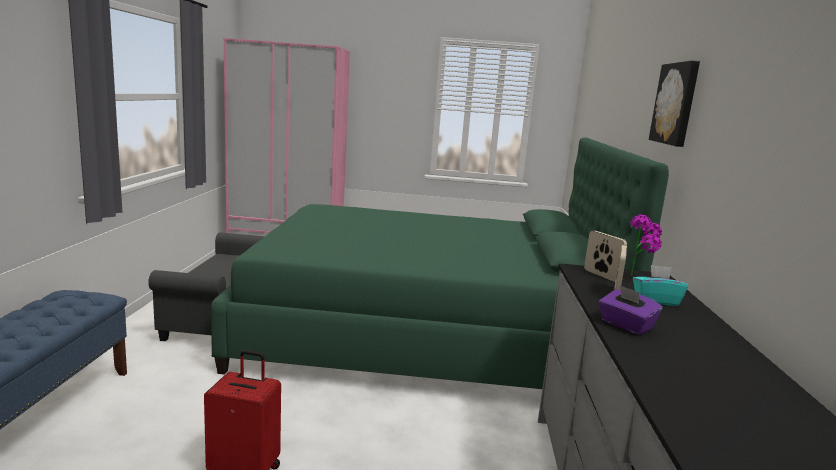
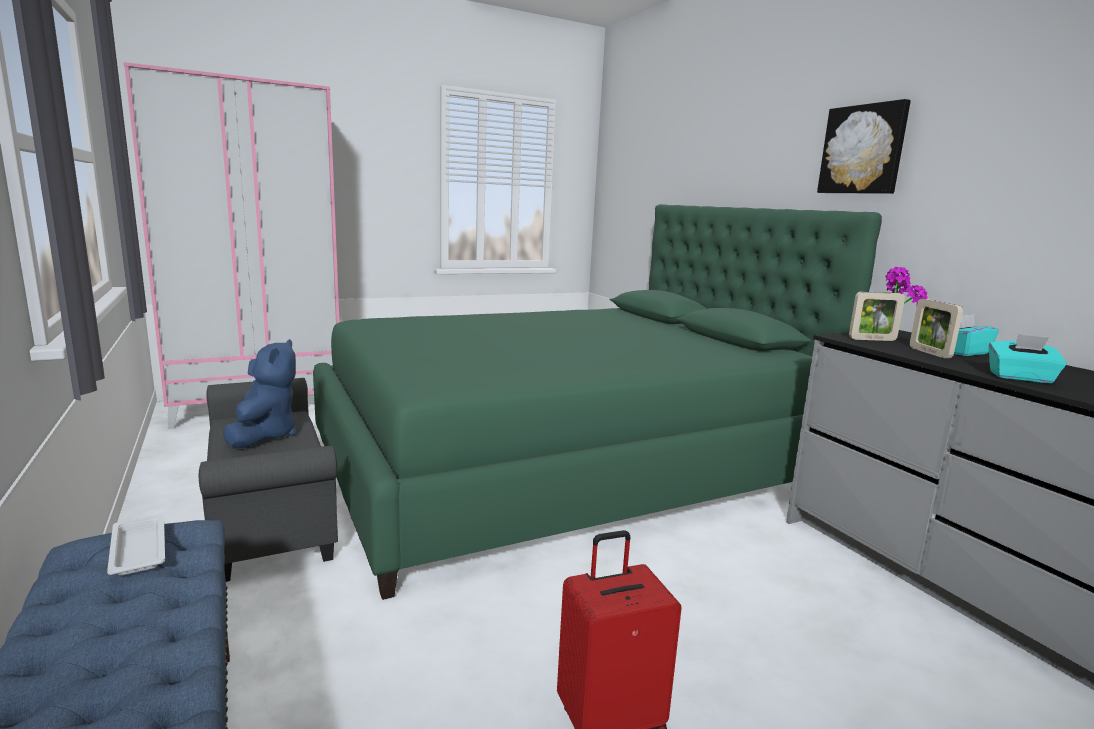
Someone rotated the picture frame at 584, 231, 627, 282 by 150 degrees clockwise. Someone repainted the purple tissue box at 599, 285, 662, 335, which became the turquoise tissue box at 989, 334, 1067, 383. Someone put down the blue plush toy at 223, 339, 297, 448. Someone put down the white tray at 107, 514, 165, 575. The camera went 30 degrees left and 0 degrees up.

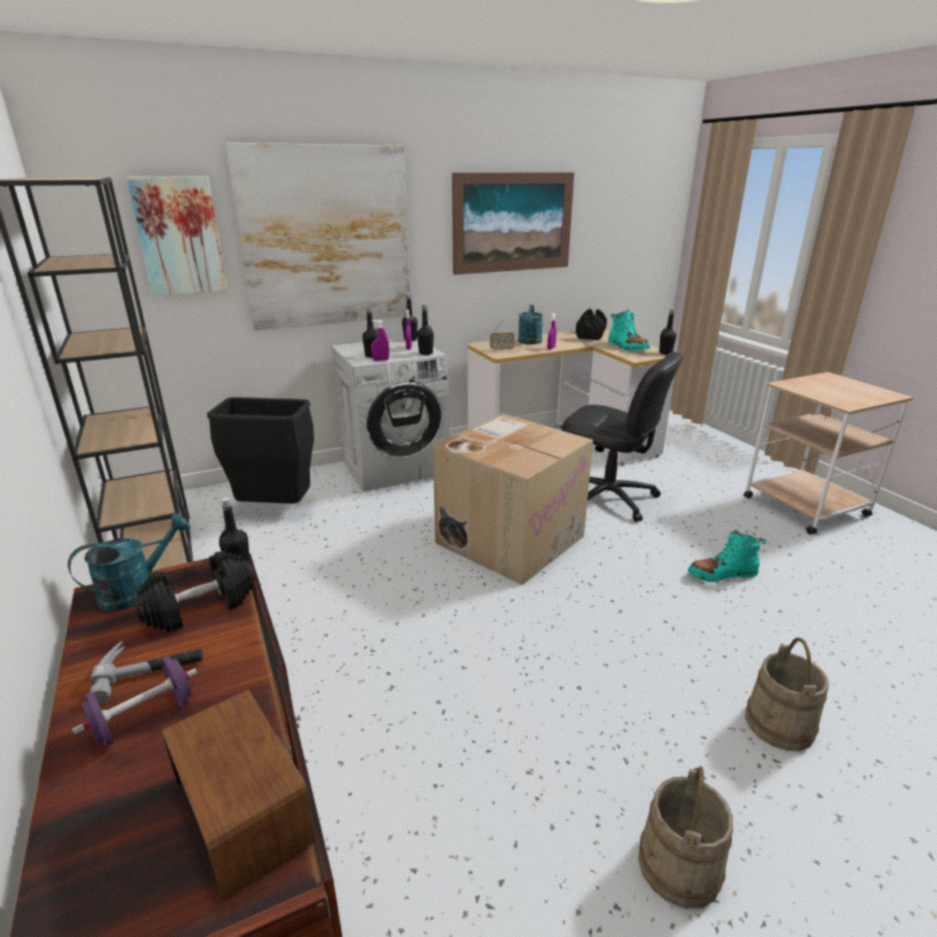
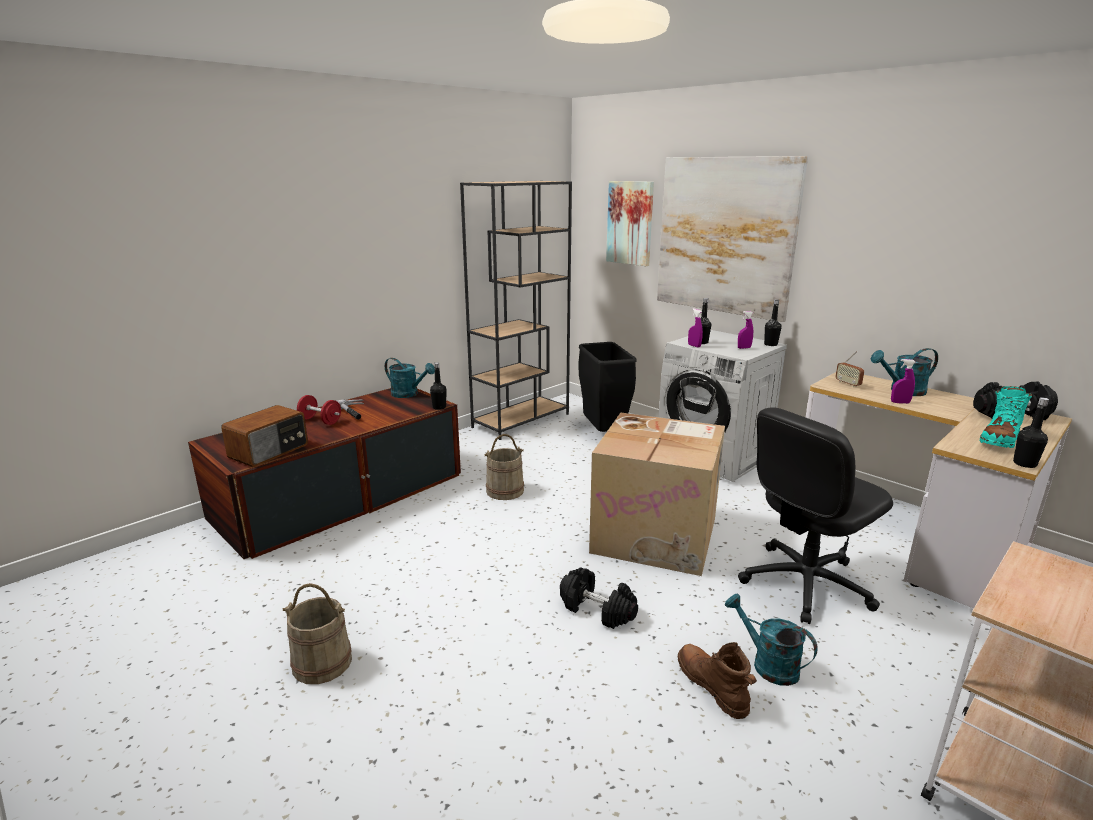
Someone took away the picture at 452, 172, 574, 275. Someone took away the black bottle at 417, 304, 434, 355. Someone rotated the black office chair at 562, 352, 683, 522 by 45 degrees clockwise. Someone repainted the turquoise boot at 688, 530, 767, 582, which became the brown boot at 678, 642, 757, 719. Someone carried the black dumbbell from 133, 550, 255, 632 to 560, 567, 638, 629. Someone carried the beige bucket from 745, 637, 829, 751 to 484, 434, 524, 500. Someone repainted the purple dumbbell at 72, 656, 197, 747, which became the red dumbbell at 297, 395, 341, 425. Someone put down the turquoise watering can at 725, 594, 818, 686. The camera went 70 degrees right and 5 degrees down.

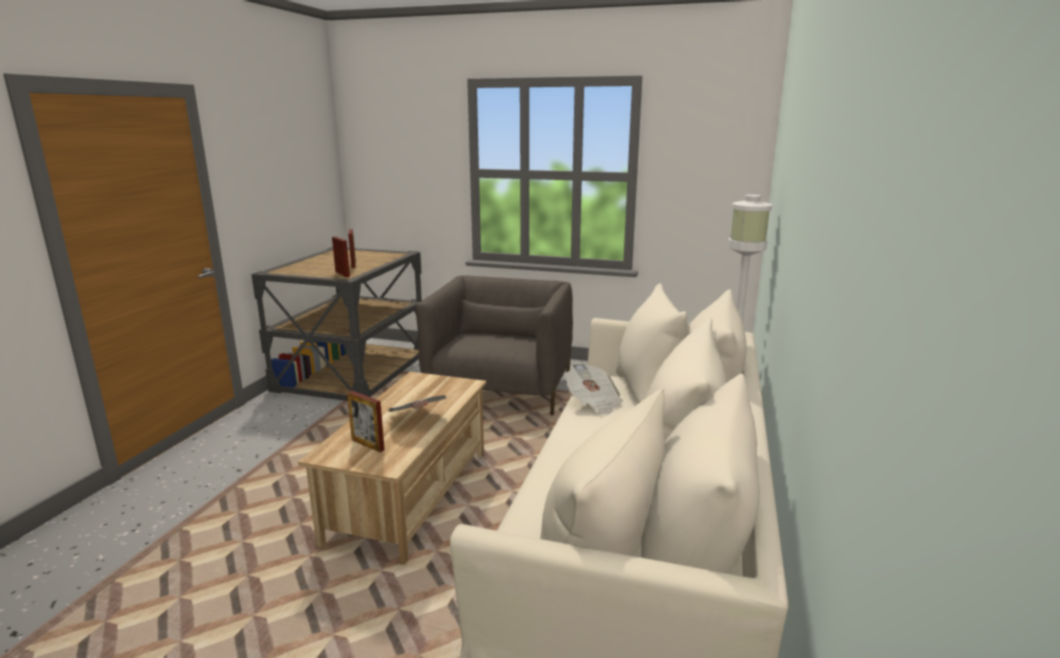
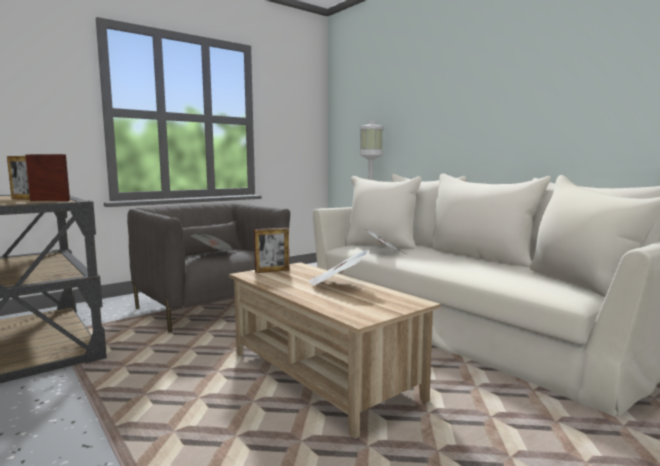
Someone carried the picture frame from 347, 391, 385, 452 to 254, 228, 289, 273. Someone put down the newspaper at 190, 233, 235, 251. The camera went 55 degrees left and 10 degrees down.

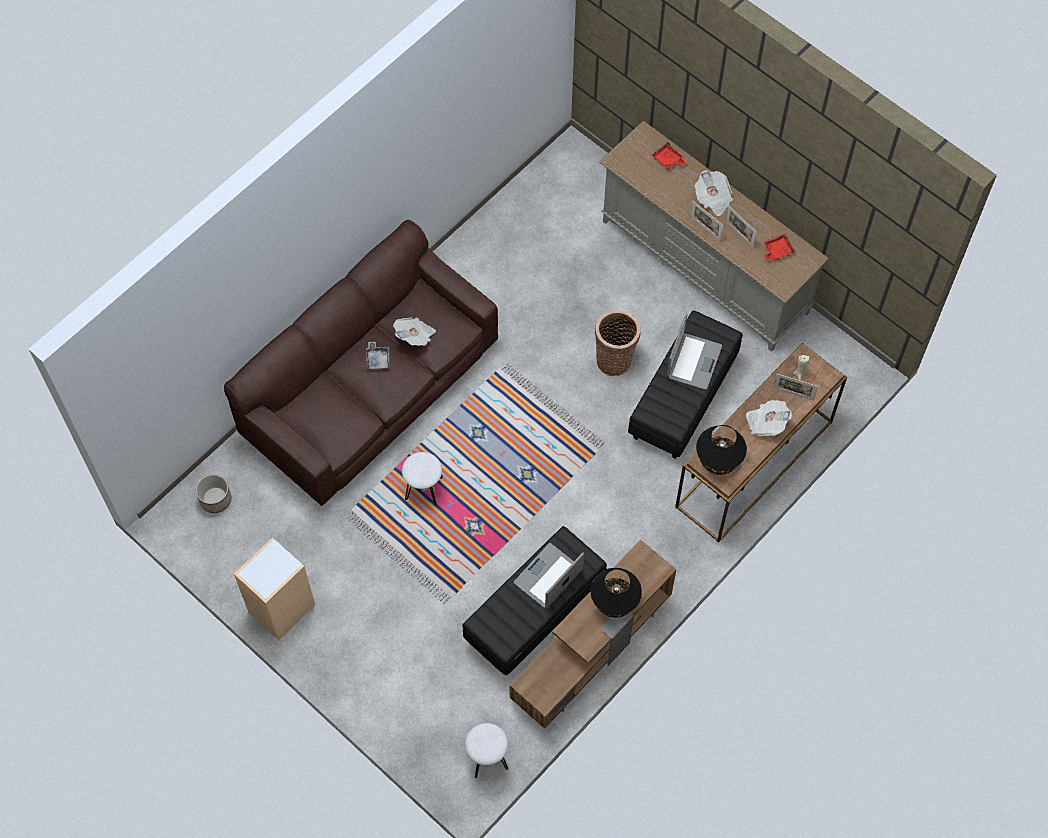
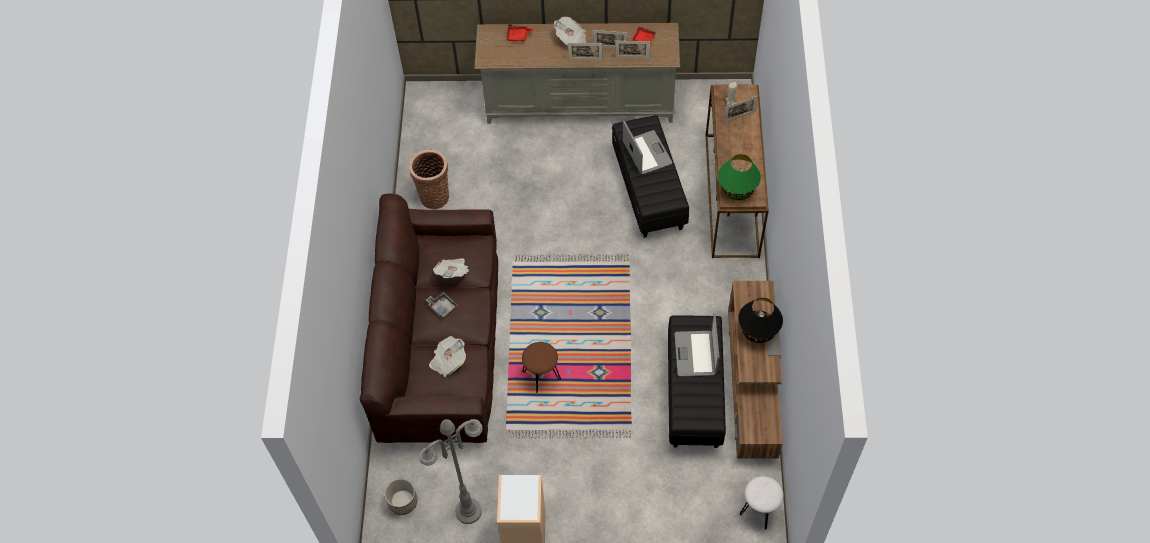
Someone carried the basket from 595, 310, 640, 376 to 409, 150, 449, 209. Someone carried the newspaper from 746, 400, 792, 436 to 429, 336, 466, 377. Someone repainted the black table lamp at 696, 425, 747, 475, which became the green table lamp at 718, 154, 761, 200. Someone repainted the white stool at 402, 452, 443, 505, which became the brown stool at 522, 342, 561, 393. Someone put down the picture frame at 615, 41, 650, 58. Someone put down the grey floor lamp at 419, 419, 483, 524. The camera went 40 degrees left and 5 degrees down.

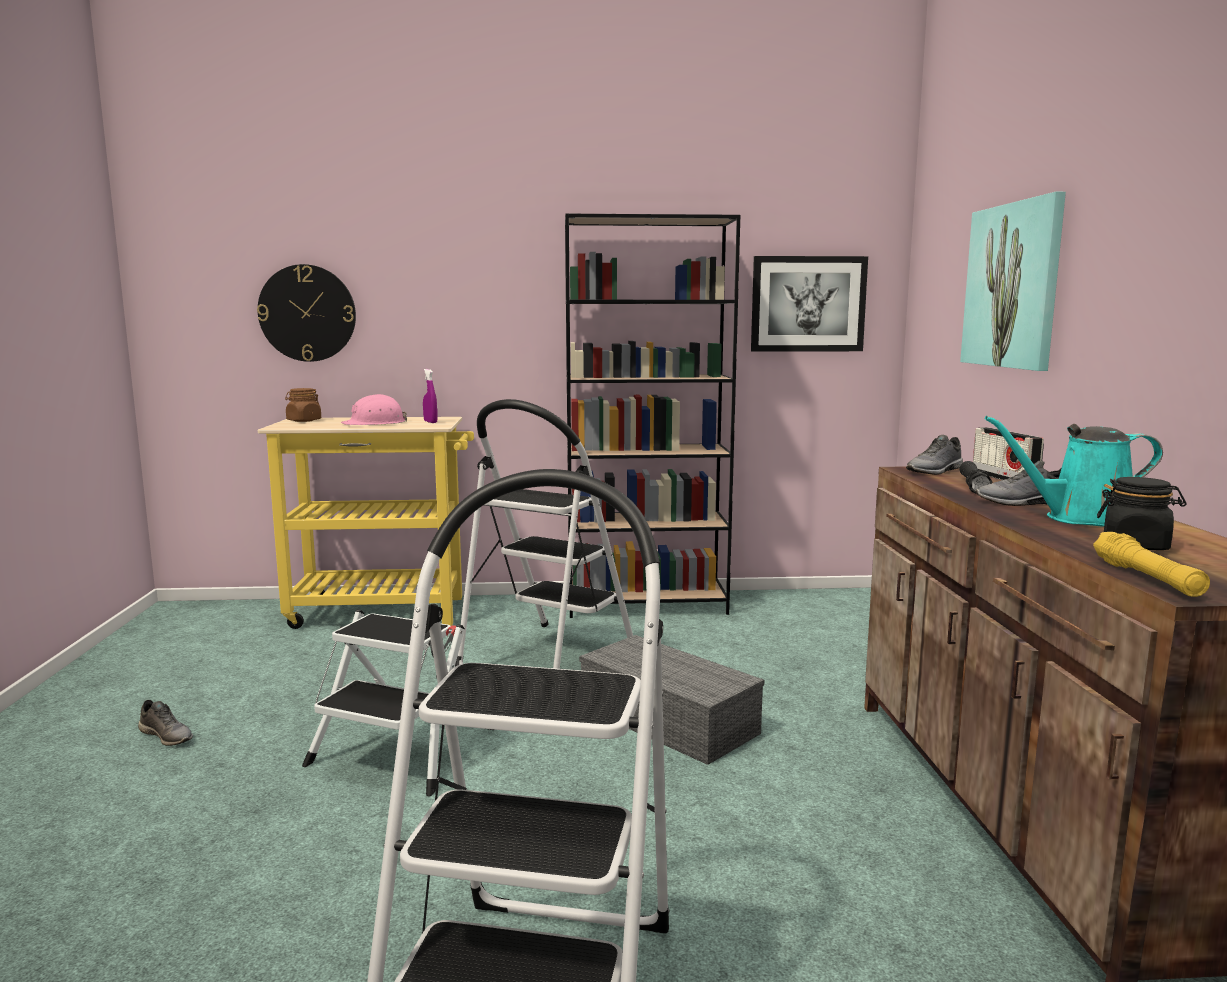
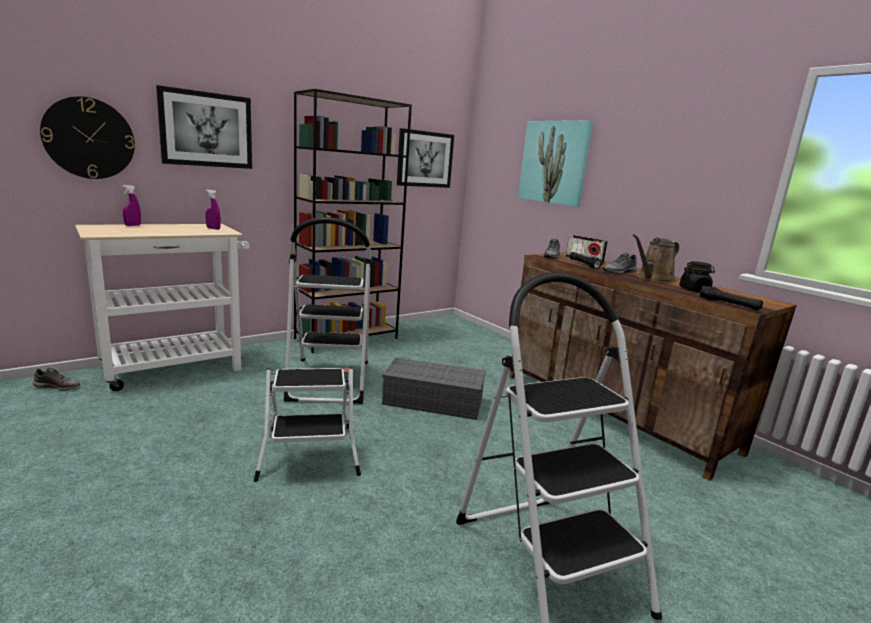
Someone took away the brown jar at 285, 388, 321, 422. Someone took away the pink hard hat at 341, 394, 407, 425. Someone repainted the turquoise watering can at 985, 416, 1163, 526, which became the brown watering can at 633, 234, 679, 282. Someone repainted the yellow cart at 258, 417, 474, 629, which became the white cart at 75, 224, 249, 391. Someone repainted the yellow flashlight at 1093, 532, 1210, 597, which became the black flashlight at 699, 286, 763, 311. Someone carried the grey shoe from 138, 700, 193, 746 to 33, 368, 80, 390. Someone put up the picture at 156, 85, 252, 169. Someone put down the purple spray bottle at 122, 185, 141, 226. The camera went 35 degrees left and 5 degrees up.

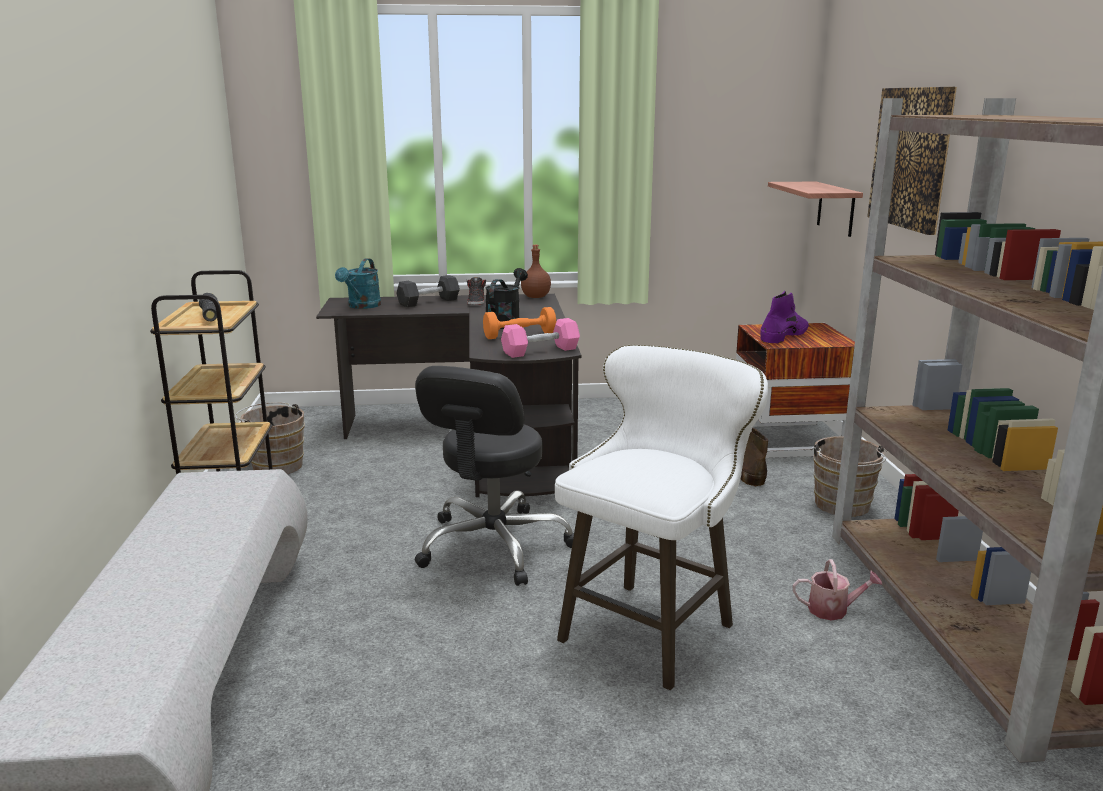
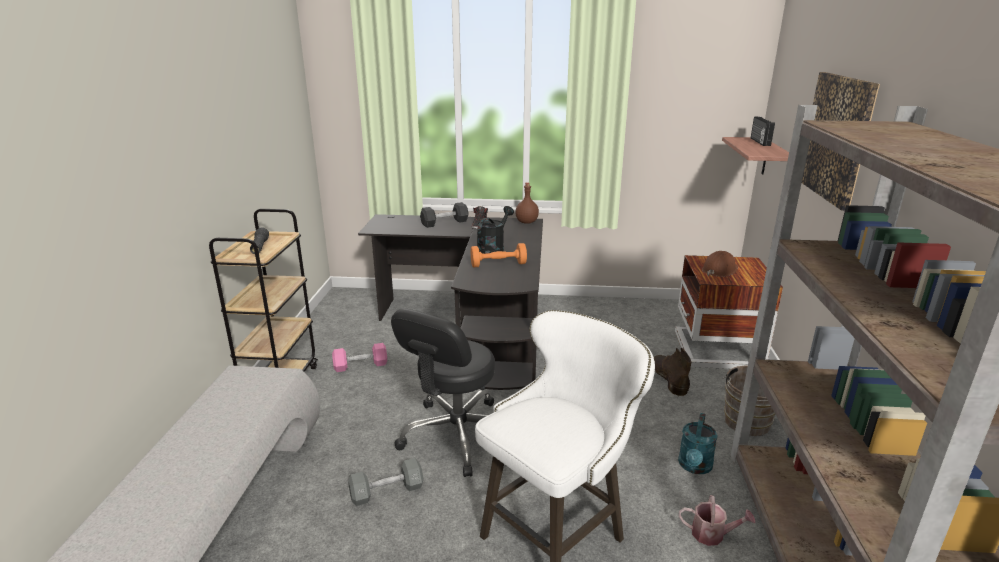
Someone carried the turquoise watering can from 335, 258, 381, 309 to 678, 413, 718, 474. Someone swapped the purple boot at 760, 291, 809, 343 for the brown hard hat at 702, 251, 738, 277. Someone carried the pink dumbbell from 501, 318, 580, 358 to 332, 343, 387, 372. Someone took away the brown bucket at 235, 402, 305, 474. Someone put down the radio at 751, 116, 775, 146. Someone put down the grey dumbbell at 348, 458, 424, 506. The camera went 10 degrees right and 5 degrees up.

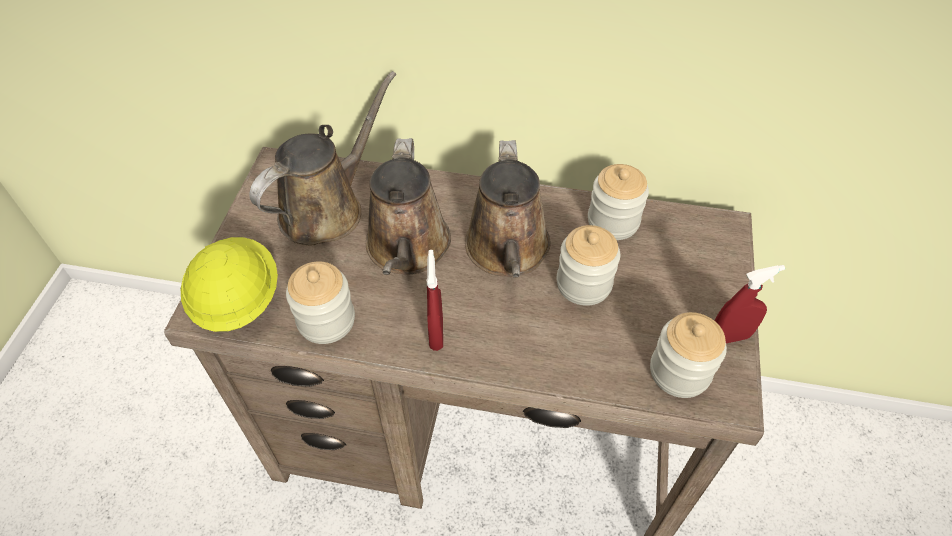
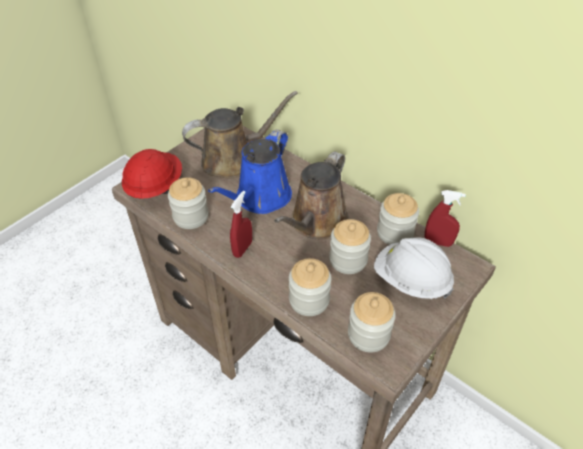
Someone repainted the brown watering can at 366, 138, 451, 275, which became the blue watering can at 208, 130, 292, 214. Someone repainted the yellow hard hat at 181, 237, 278, 332, which became the red hard hat at 122, 149, 182, 199. Someone carried the red spray bottle from 715, 265, 785, 344 to 425, 190, 466, 247. Someone put down the white hard hat at 374, 237, 454, 299. Someone put down the jar at 289, 258, 332, 316. The camera went 30 degrees right and 5 degrees down.

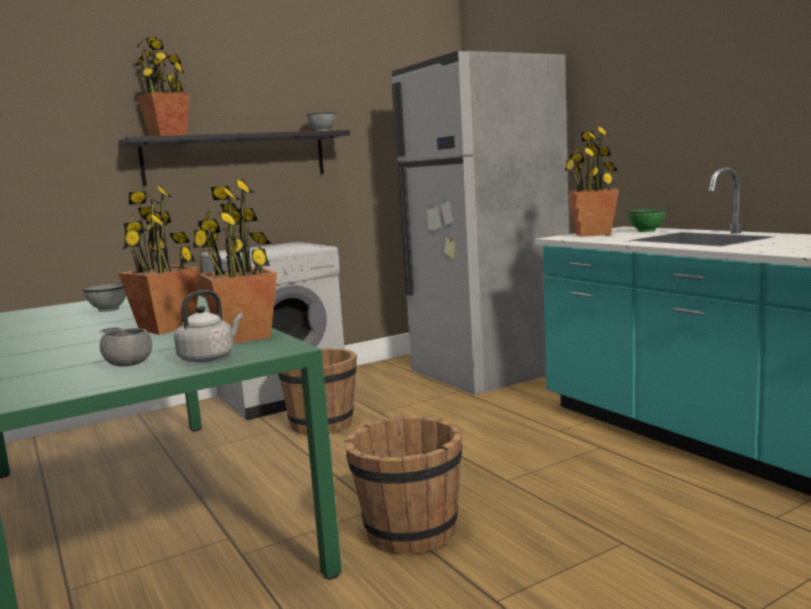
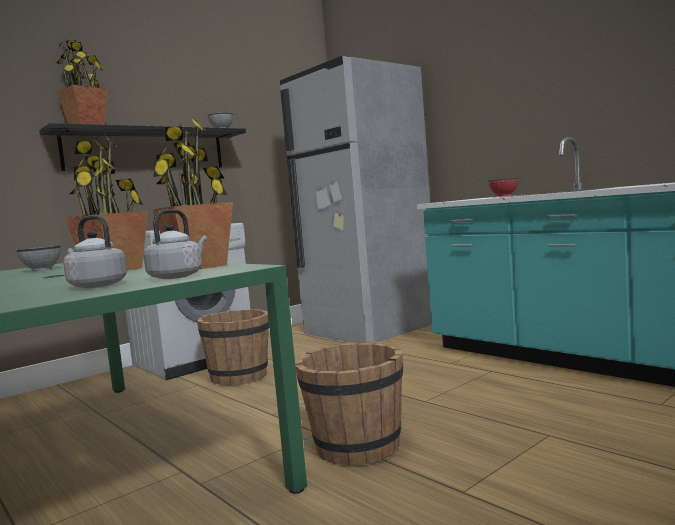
Someone took away the potted plant at 565, 127, 619, 237. Someone repainted the green bowl at 628, 209, 666, 232, which became the red bowl at 488, 178, 519, 197. Someone swapped the grey bowl at 100, 328, 152, 367 for the grey kettle at 63, 215, 127, 288. The camera went 10 degrees left and 5 degrees down.

